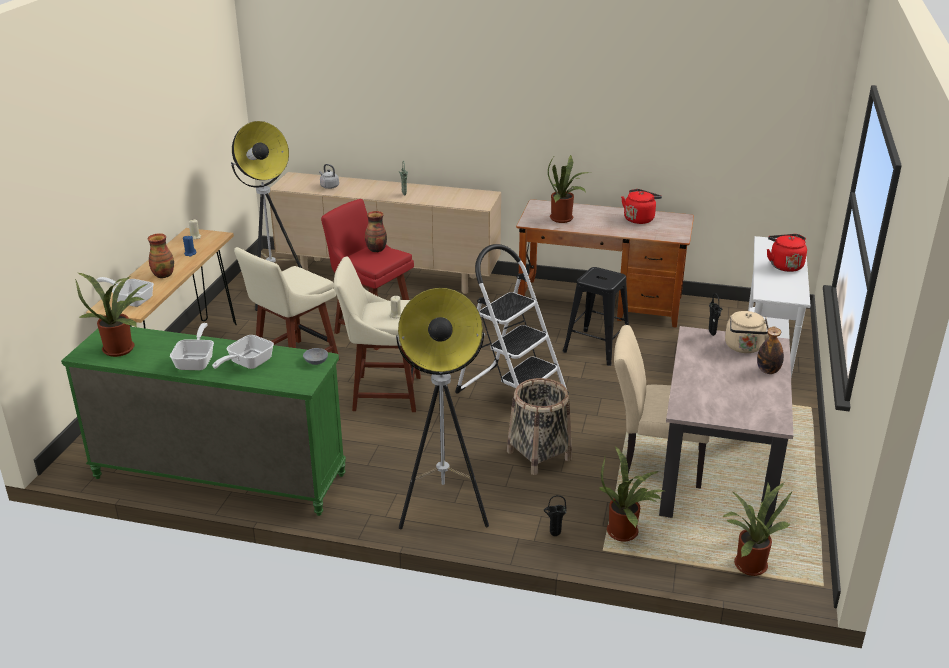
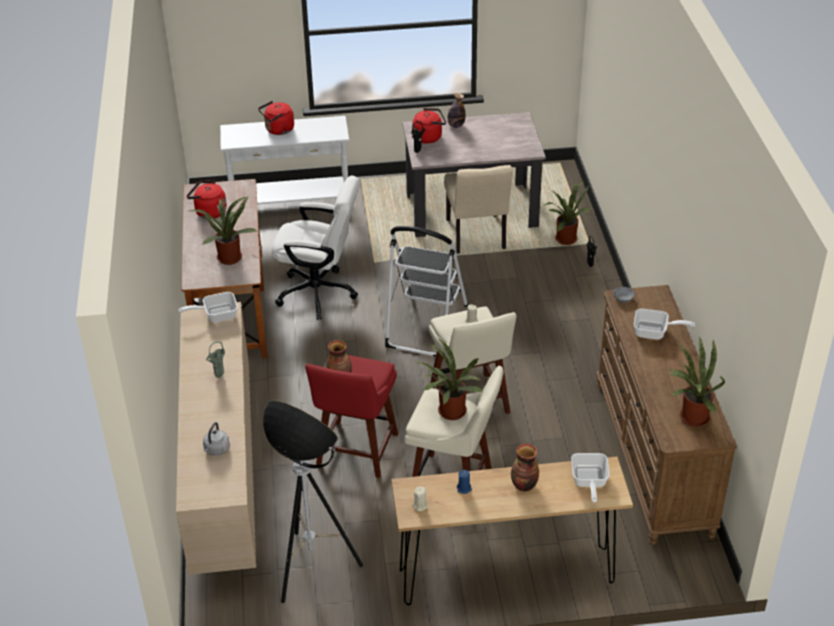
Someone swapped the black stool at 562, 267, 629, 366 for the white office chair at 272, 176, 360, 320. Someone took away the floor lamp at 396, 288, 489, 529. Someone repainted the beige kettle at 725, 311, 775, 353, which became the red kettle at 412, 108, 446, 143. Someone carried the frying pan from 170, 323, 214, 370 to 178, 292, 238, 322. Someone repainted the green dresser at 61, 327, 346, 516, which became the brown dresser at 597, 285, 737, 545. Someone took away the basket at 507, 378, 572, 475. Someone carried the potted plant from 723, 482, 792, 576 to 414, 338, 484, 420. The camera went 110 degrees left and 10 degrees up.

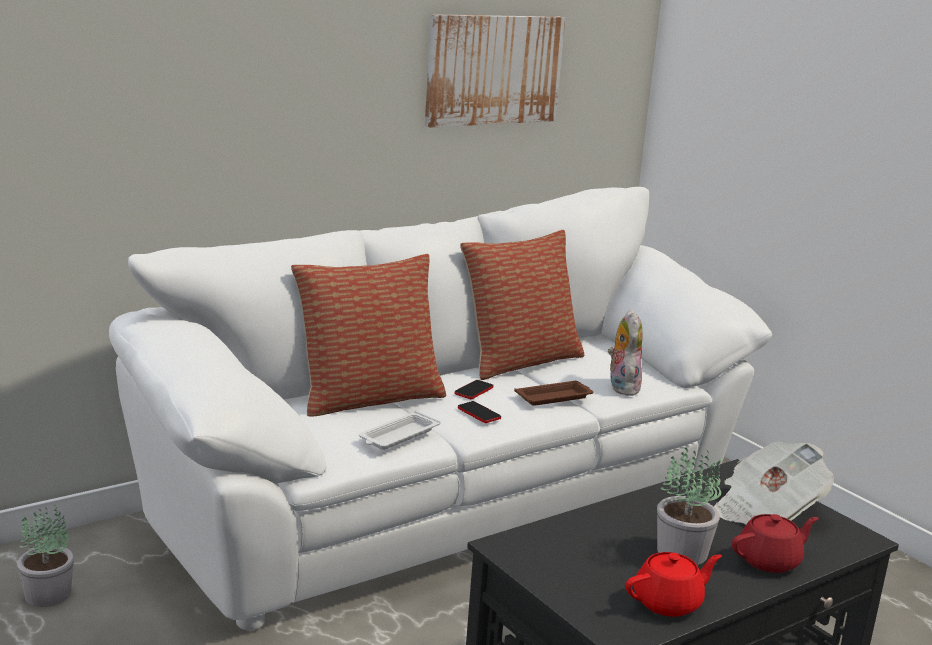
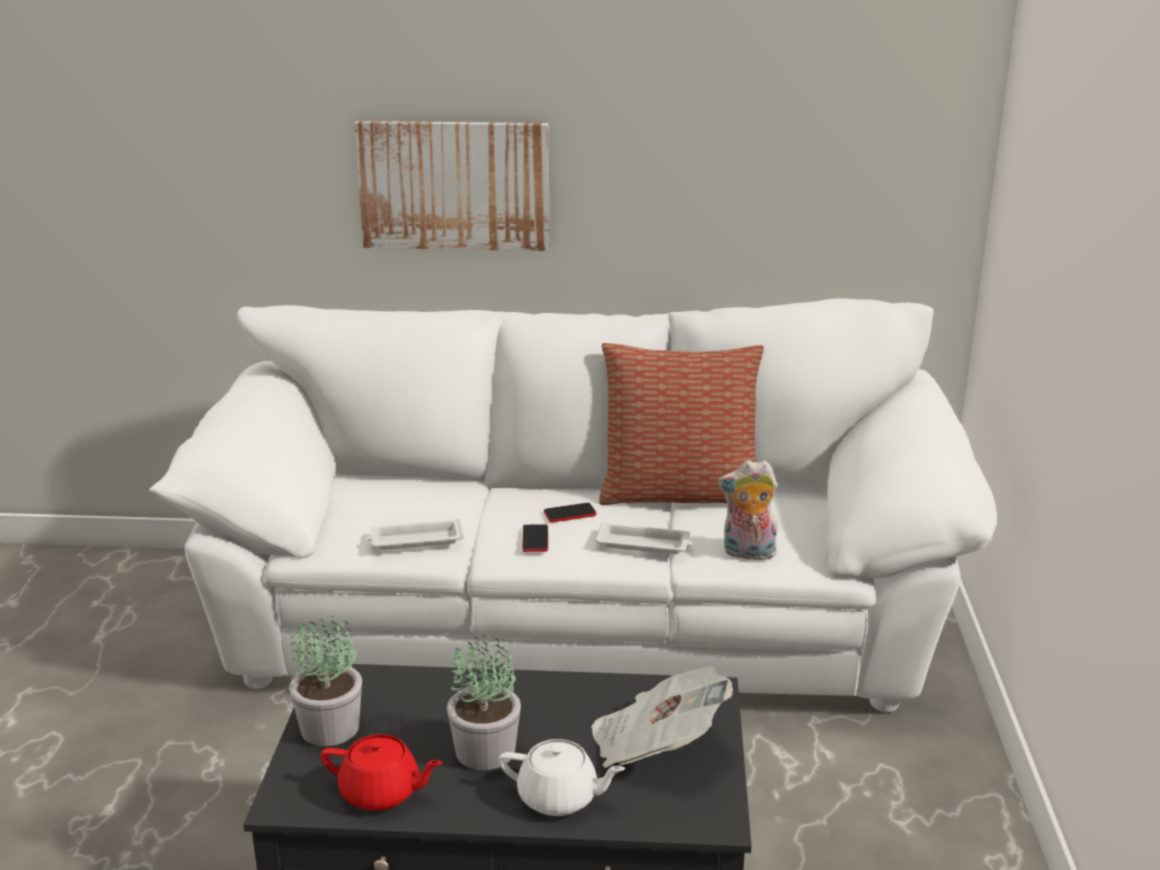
Someone carried the picture from 425, 14, 565, 128 to 354, 121, 550, 251. Someone took away the pillow at 291, 254, 446, 417. Someone rotated the plush toy at 608, 309, 642, 396 by 120 degrees counterclockwise. Someone repainted the brown tray at 514, 381, 593, 406, which became the white tray at 595, 522, 693, 554. Someone carried the potted plant from 17, 507, 74, 607 to 289, 616, 362, 746. Someone repainted the red teapot at 732, 514, 819, 573, which became the white teapot at 499, 739, 625, 816. The camera went 40 degrees right and 5 degrees up.

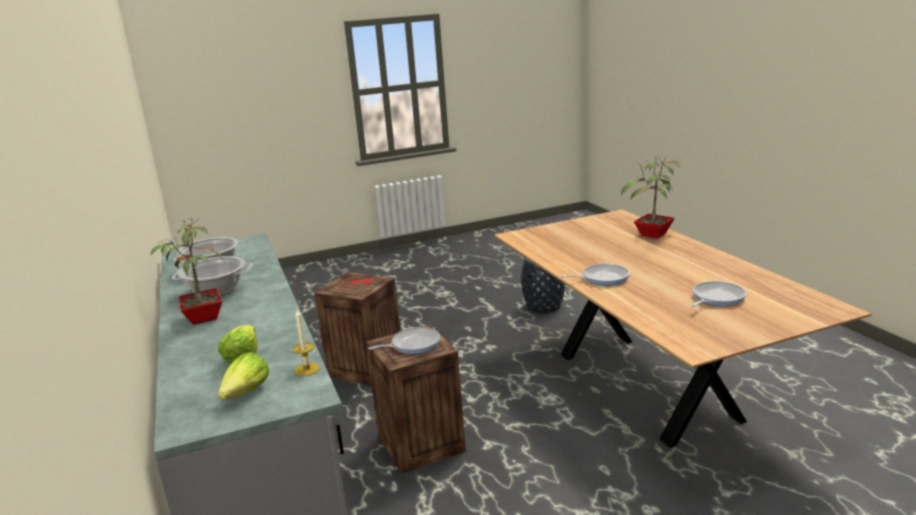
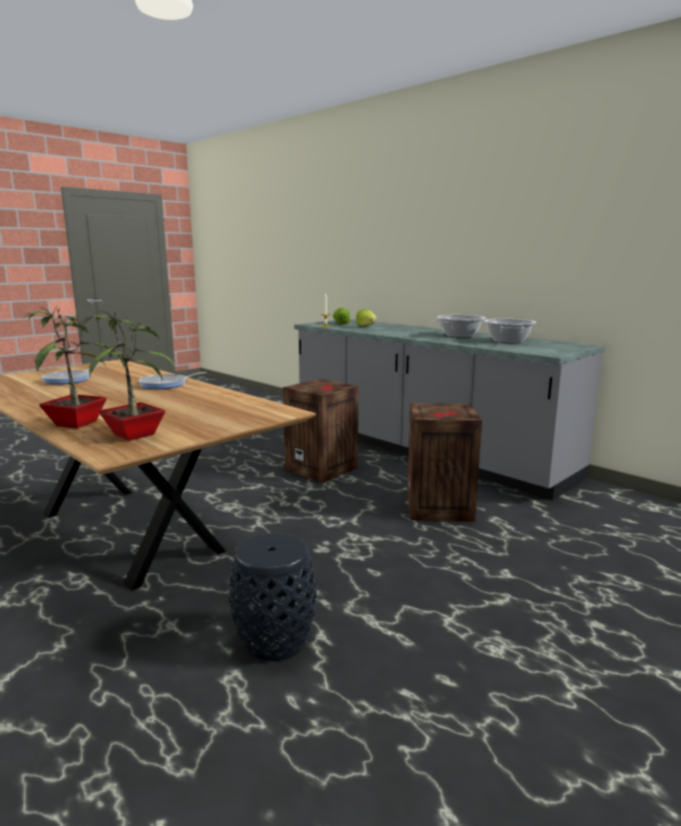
Someone carried the potted plant from 150, 218, 225, 325 to 86, 311, 177, 441. Someone took away the frying pan at 368, 327, 440, 354. The camera went 155 degrees right and 5 degrees down.

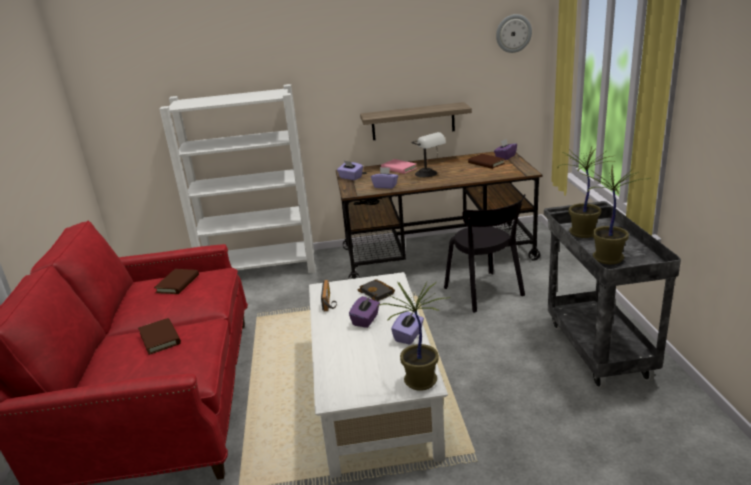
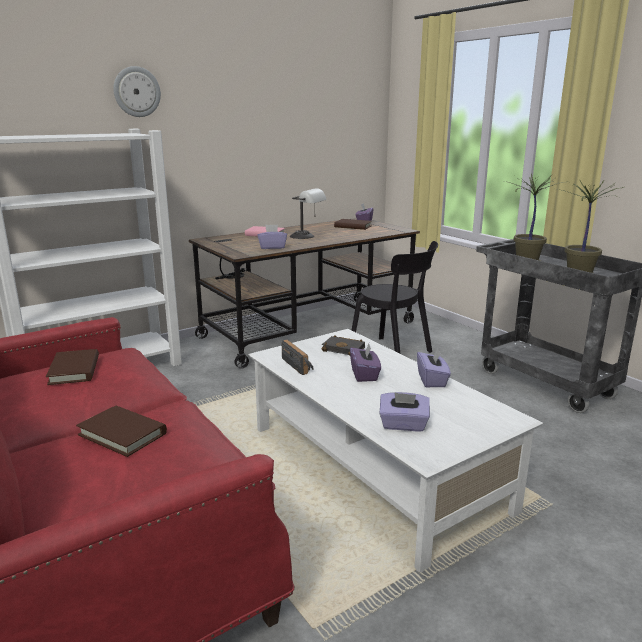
Someone carried the wall clock from 496, 14, 532, 53 to 113, 66, 161, 117. Someone took away the shelf at 360, 102, 472, 140. Someone carried the purple tissue box from 337, 161, 363, 180 to 380, 392, 430, 431. Someone took away the potted plant at 377, 282, 451, 391. The camera went 30 degrees left and 5 degrees down.

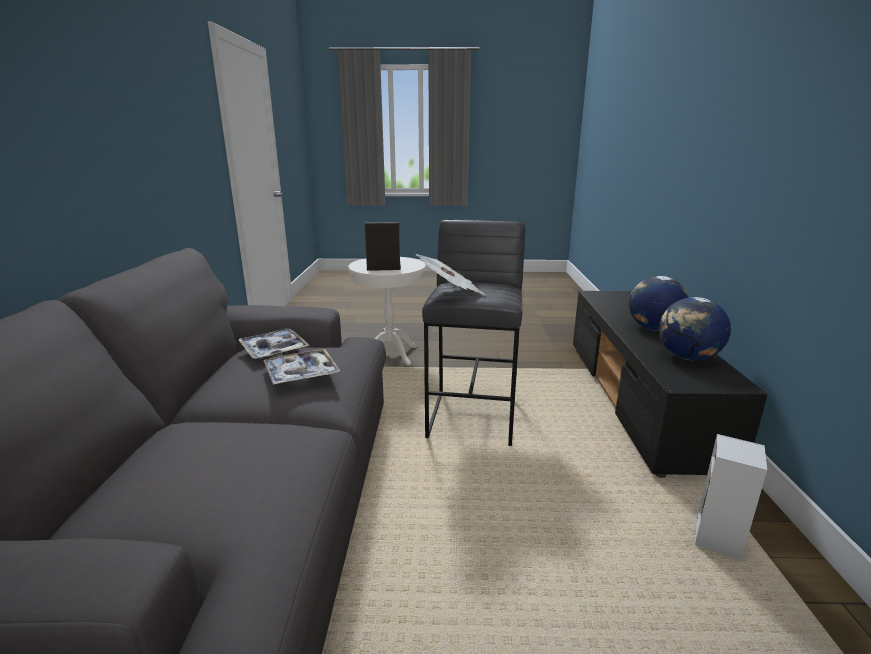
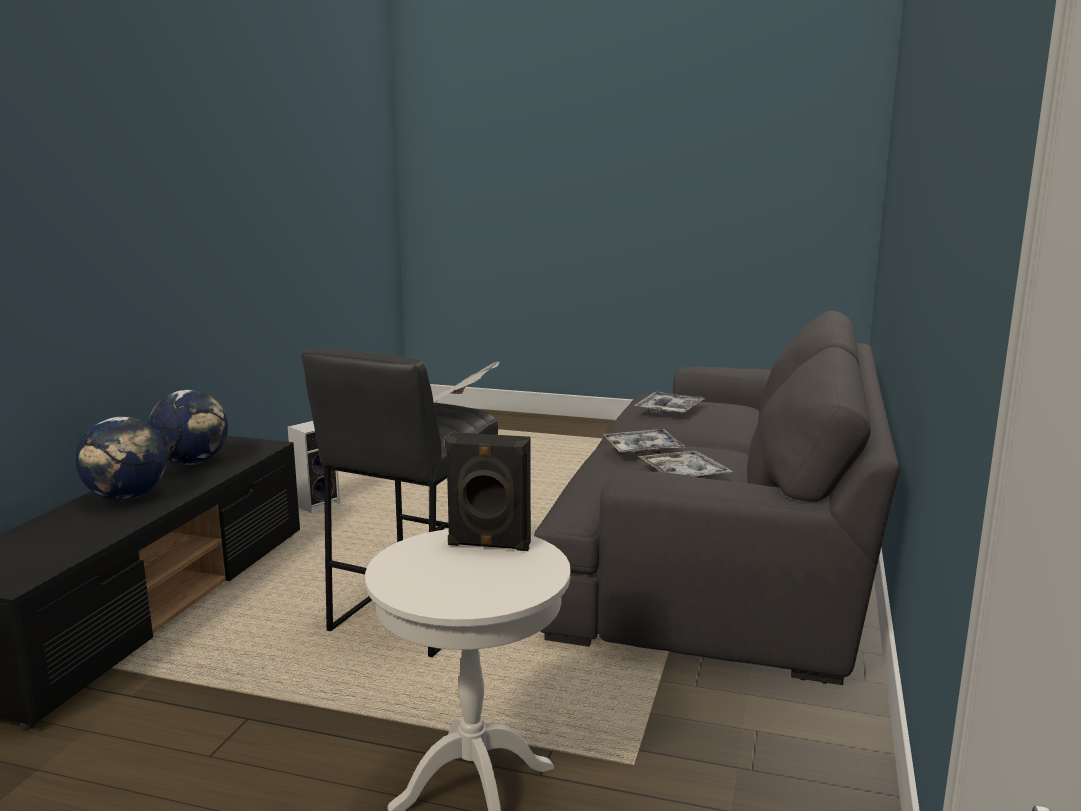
Someone put down the tray at 634, 392, 705, 414. The camera went 165 degrees left and 5 degrees down.

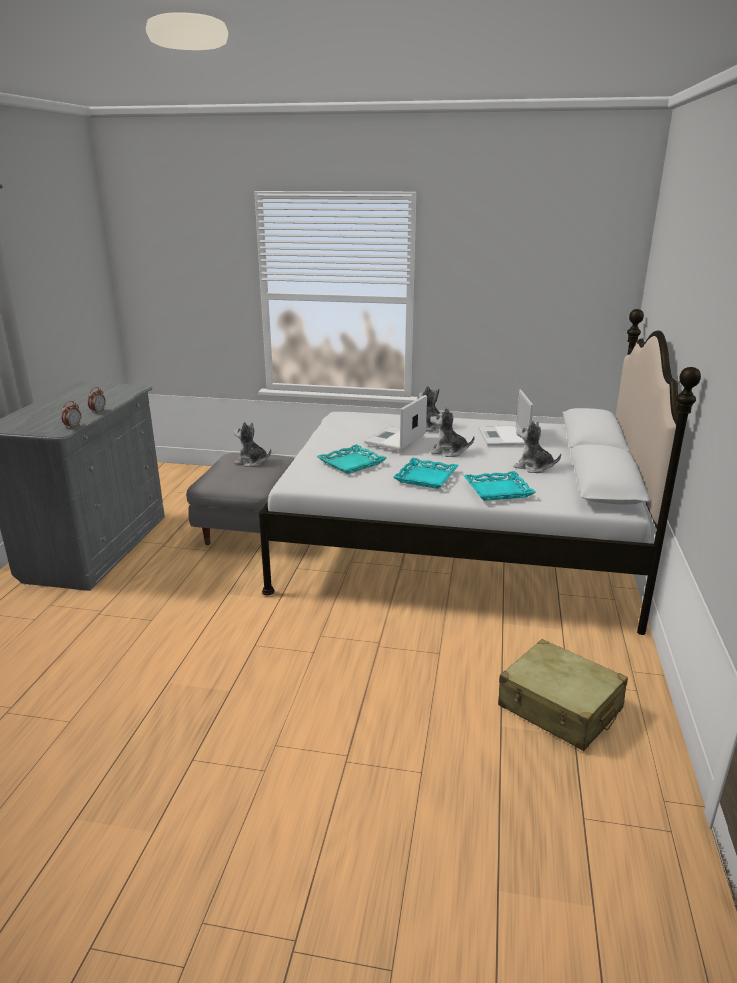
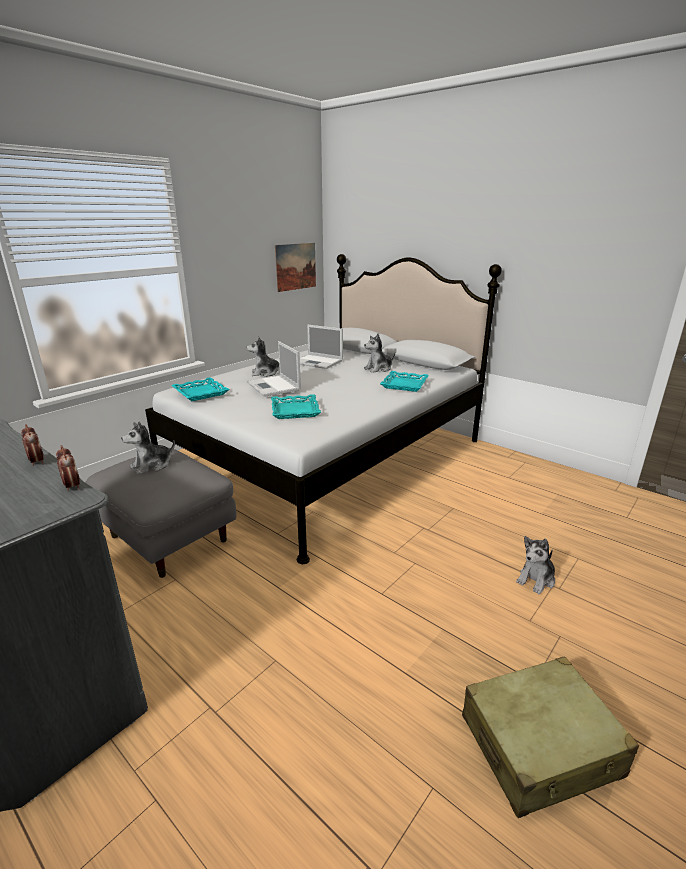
Someone carried the plush toy from 430, 408, 474, 457 to 516, 536, 555, 594. Someone carried the turquoise tray from 393, 458, 459, 489 to 171, 377, 230, 401. Someone carried the beige suitcase from 498, 639, 628, 751 to 462, 656, 639, 818. Someone put up the picture at 275, 243, 316, 292. The camera went 60 degrees left and 0 degrees up.

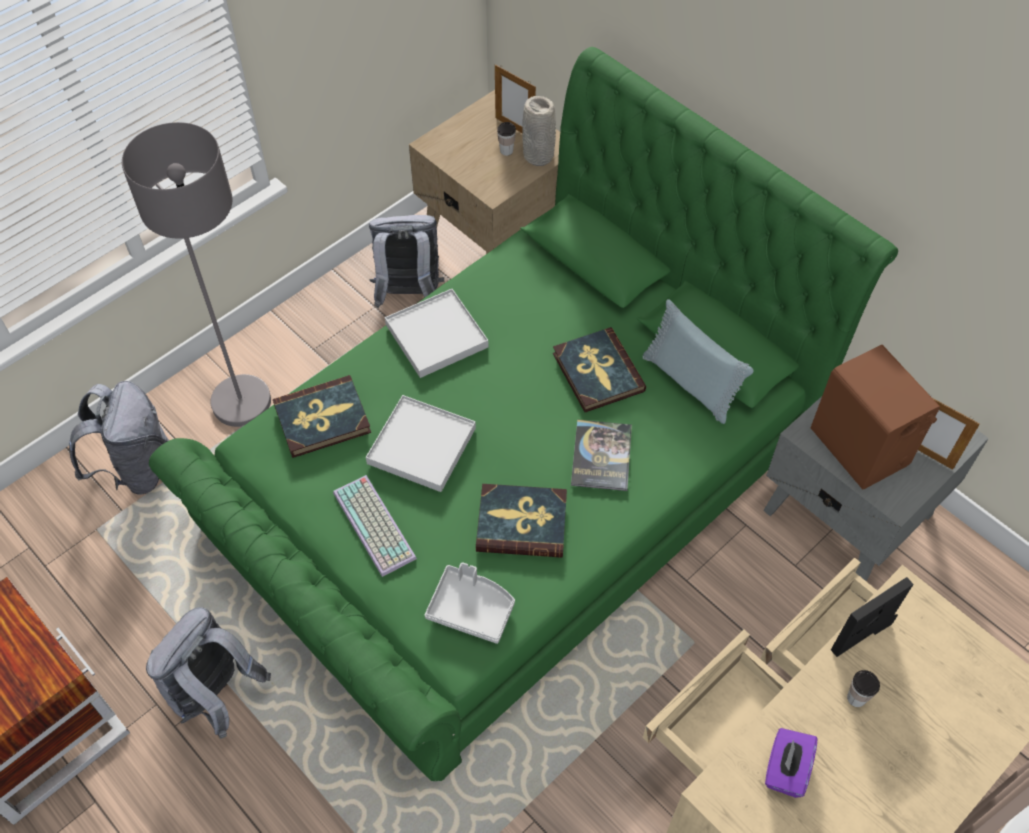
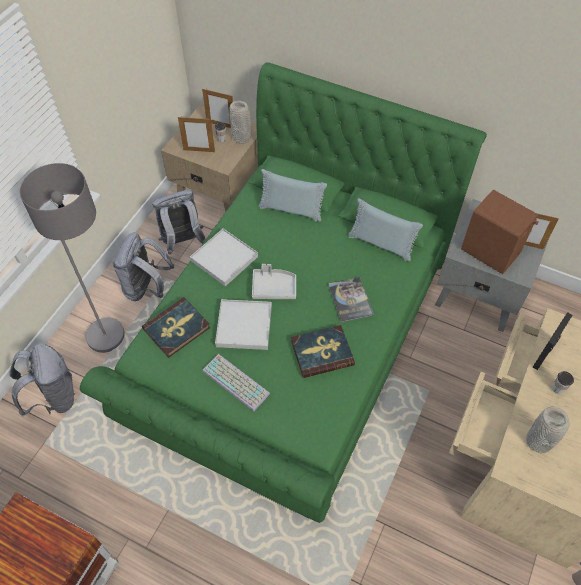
Someone took away the book at 553, 327, 646, 412. Someone carried the grey tray from 425, 562, 515, 644 to 252, 264, 296, 299. Someone carried the grey backpack from 146, 607, 271, 739 to 113, 232, 174, 301. Someone swapped the purple tissue box at 765, 728, 818, 798 for the grey vase at 526, 407, 570, 453. Someone put down the picture frame at 178, 117, 215, 152. Someone put down the blue pillow at 258, 169, 327, 222. The camera went 20 degrees left and 0 degrees up.

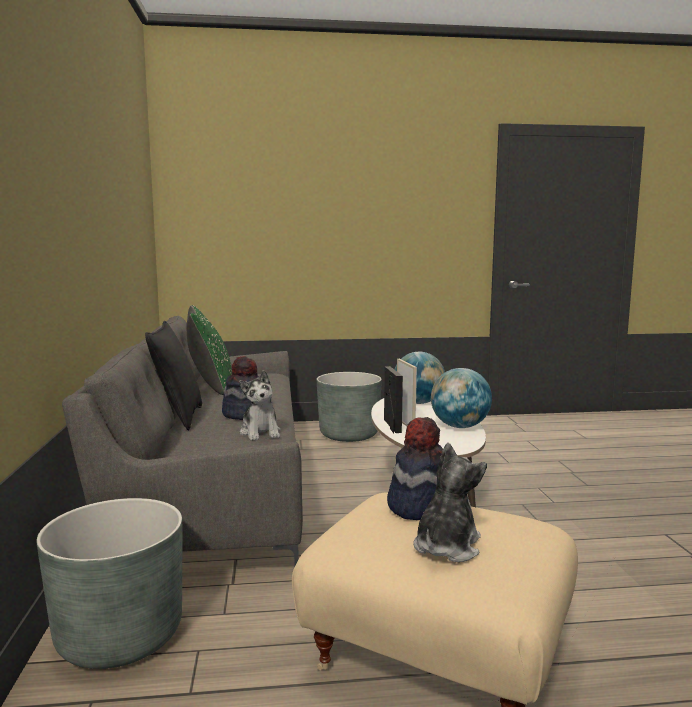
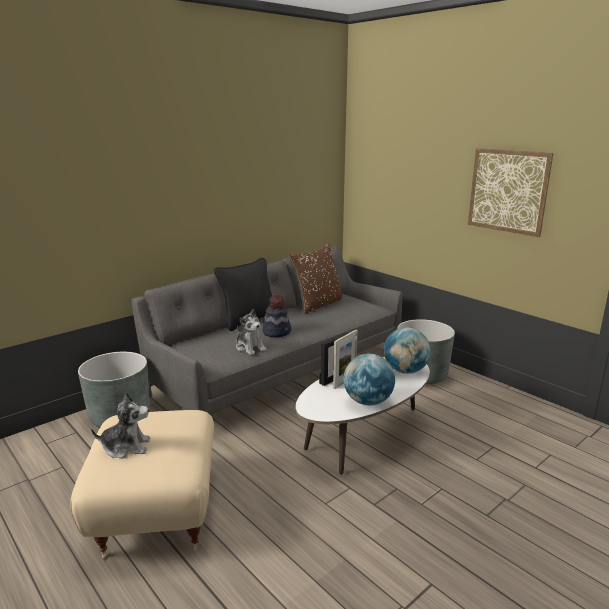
Someone repainted the green pillow at 186, 305, 232, 395, which became the brown pillow at 289, 244, 343, 314. Someone rotated the plush toy at 239, 370, 281, 441 by 75 degrees counterclockwise. Someone took away the hat at 387, 417, 443, 520. Someone put up the picture at 468, 148, 553, 237. The camera went 55 degrees right and 10 degrees up.

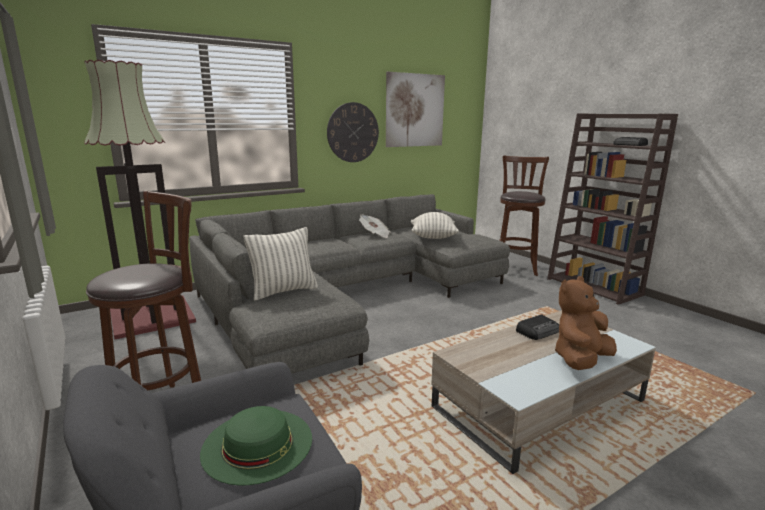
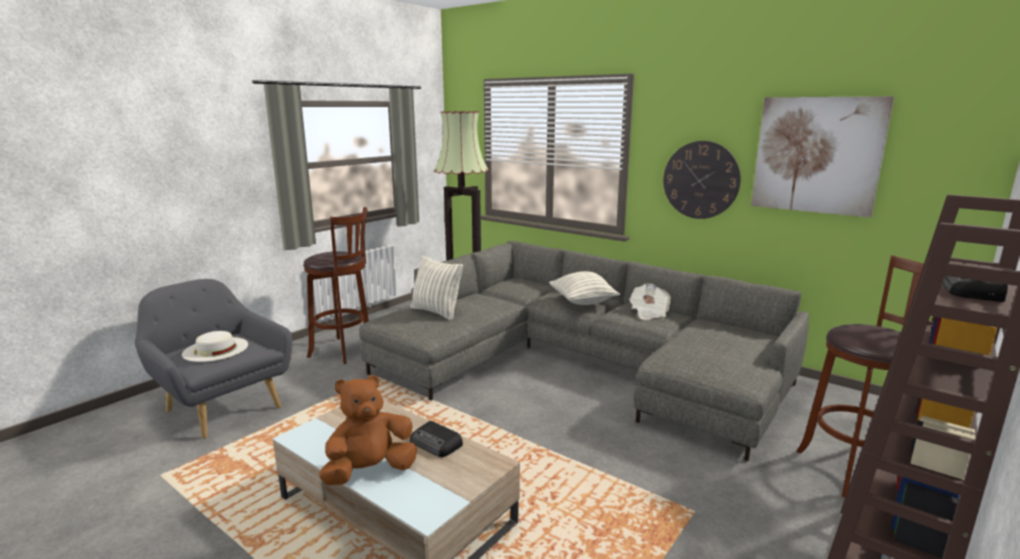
Someone carried the pillow from 411, 212, 459, 239 to 549, 271, 620, 305. Someone rotated the brown plush toy at 555, 276, 617, 370 by 60 degrees counterclockwise. Someone repainted the green hat at 200, 406, 312, 485, which became the white hat at 182, 331, 248, 362. The camera went 70 degrees right and 0 degrees up.

